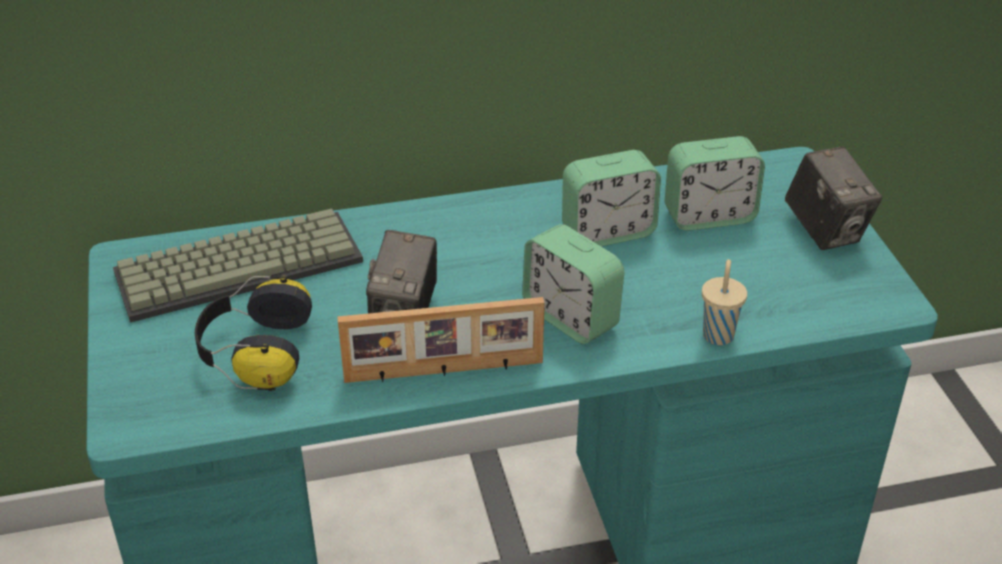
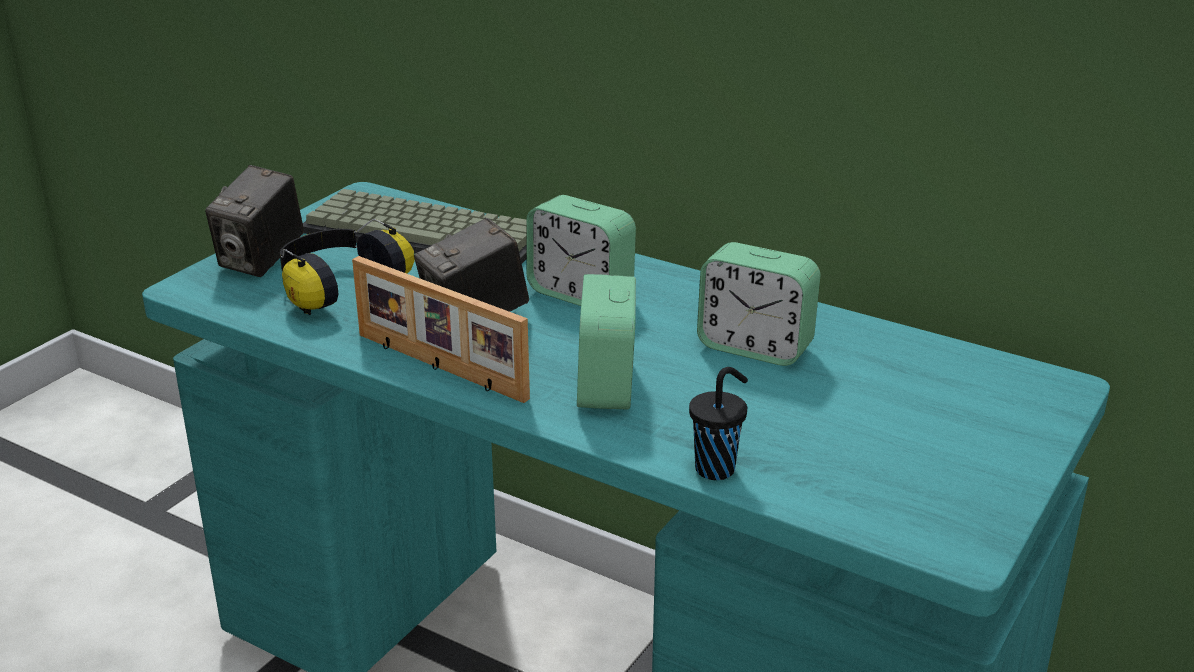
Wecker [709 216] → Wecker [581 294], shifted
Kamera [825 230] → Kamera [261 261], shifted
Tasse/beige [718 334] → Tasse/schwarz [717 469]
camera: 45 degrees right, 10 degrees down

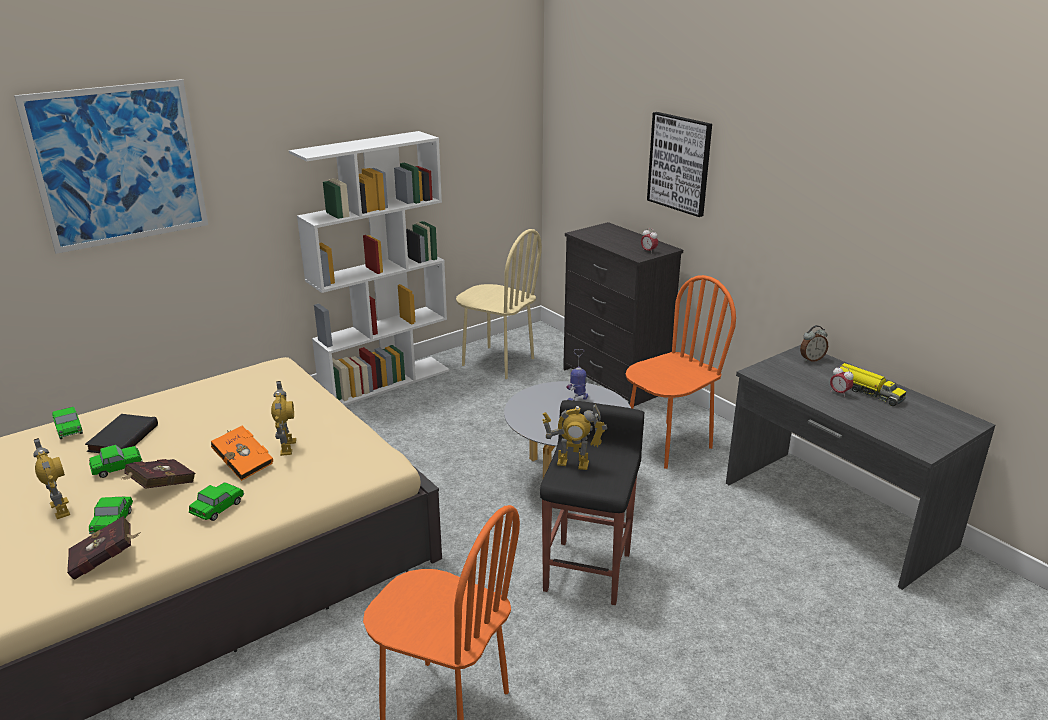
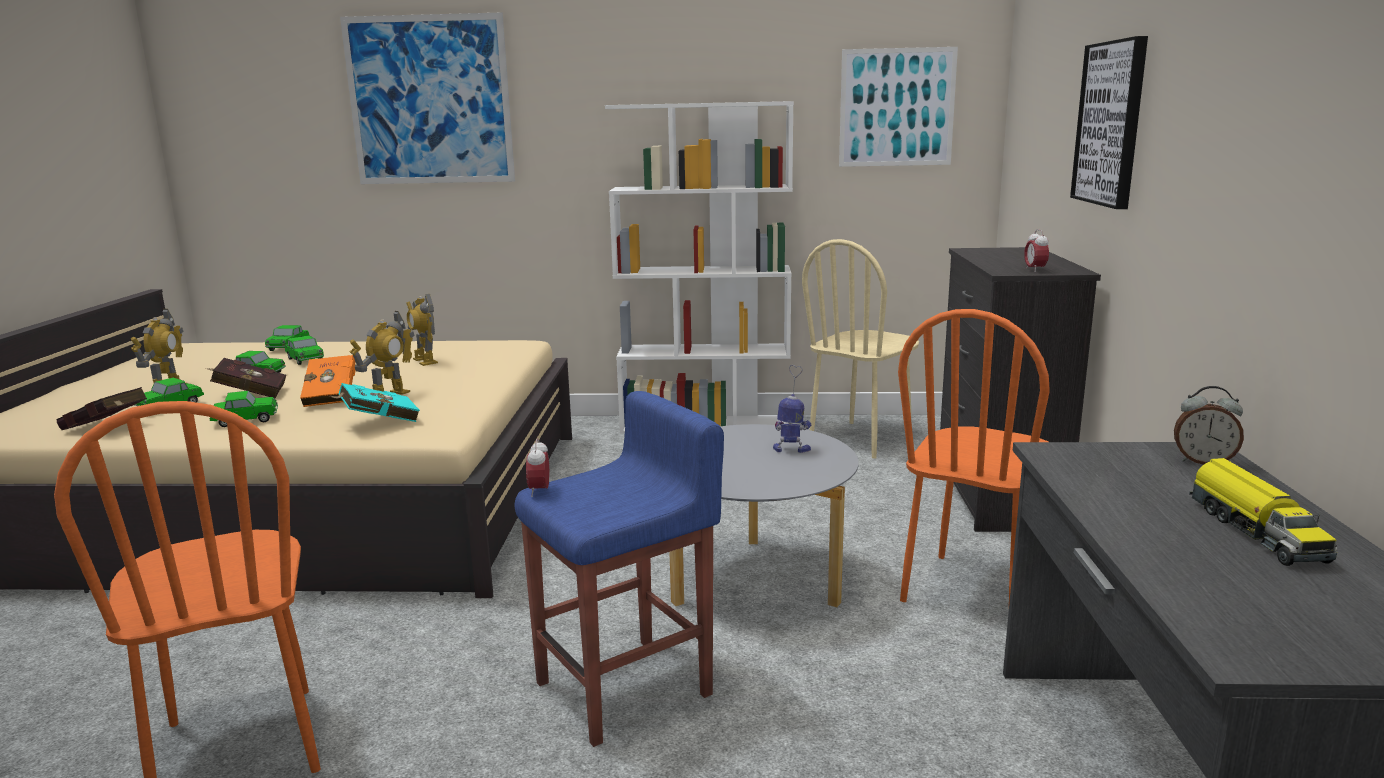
Stuhl/beige [497 362] → Stuhl/beige [861 439], 60 degrees clockwise
Stuhl/orange [667 445] → Stuhl/orange [972 591], 120 degrees clockwise
Wecker [839 393] → Wecker [539 491], shifted
Hocker/schwarz [588 570] → Hocker/blau [626 688]
Spielzeugroboter [573 463] → Spielzeugroboter [425 361], shifted
Buch/schwarz [122 438] → Spielzeugauto [305 360]
- → Bild [897 107]
- → Buch/türkis [377 421]
camera: 40 degrees right, 10 degrees down

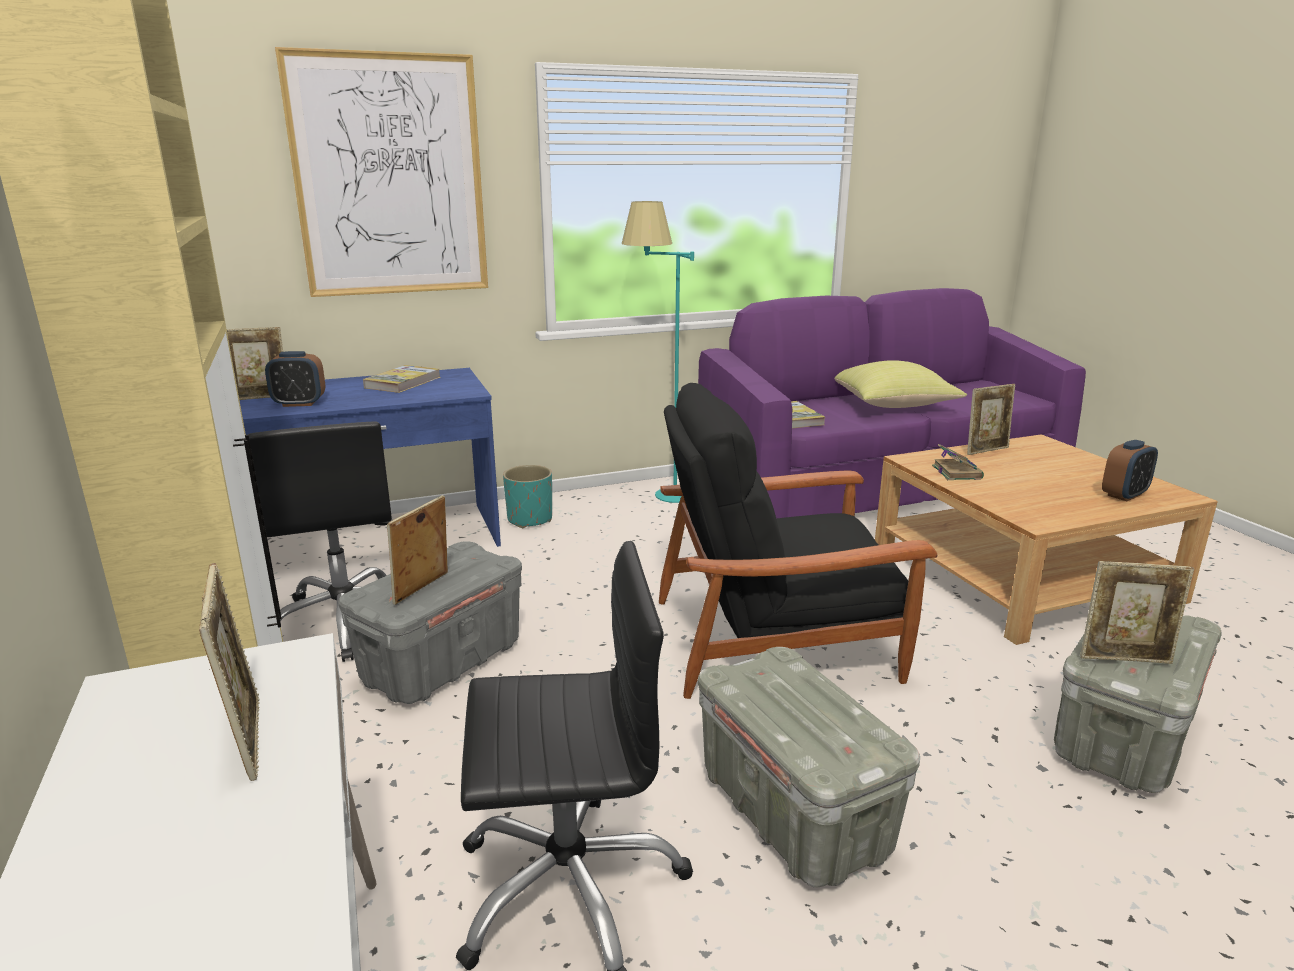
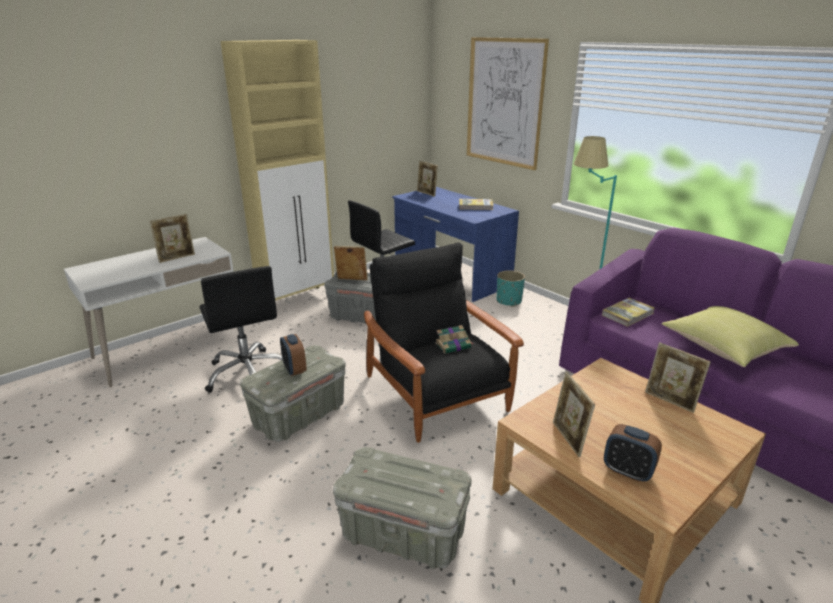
Wecker [299 403] → Wecker [294 369], shifted
Buch [956 472] → Buch [453 345], shifted
Bilderrahmen [1125 658] → Bilderrahmen [568 439], shifted
camera: 70 degrees right, 5 degrees up

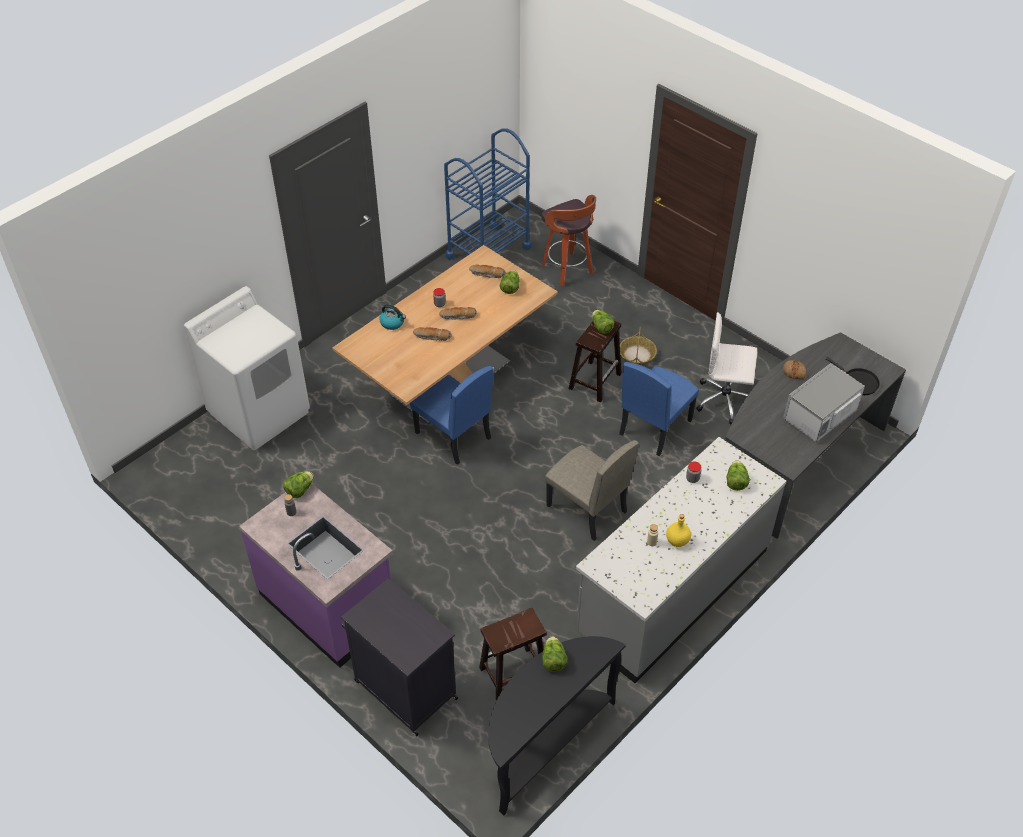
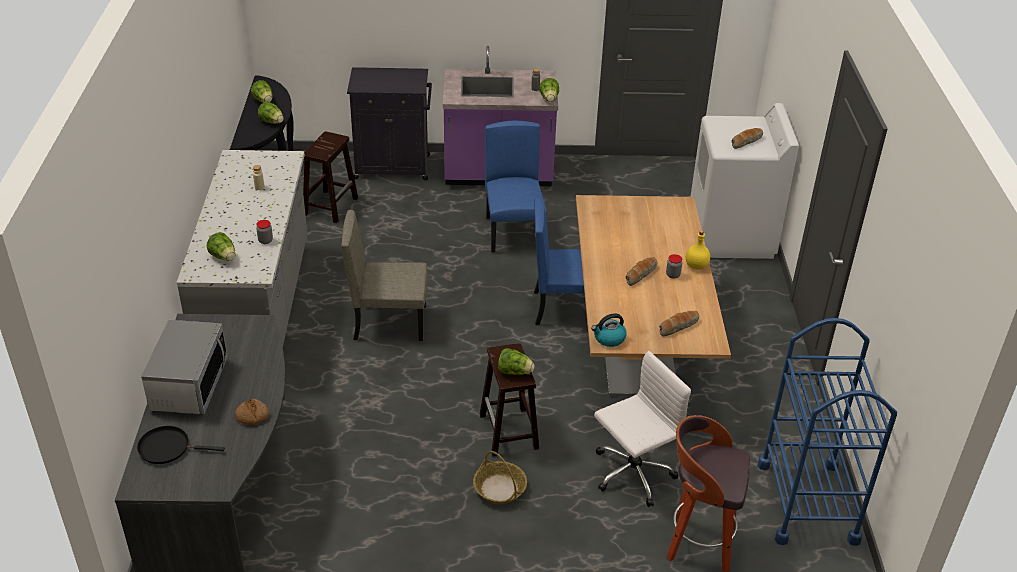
Salatkopf [510 288] → Salatkopf [264 101], shifted
Wasserkessel [392 323] → Wasserkessel [608 338], shifted
Bürostuhl/weiß [725 400] → Bürostuhl/weiß [631 474], shifted
Brot [432 337] → Brot [746 141], shifted
Stuhl/blau [654 427] → Stuhl/blau [514 233], shifted
Flasche/gelb [677 541] → Flasche/gelb [696 266], shifted
camera: 135 degrees right, 10 degrees down

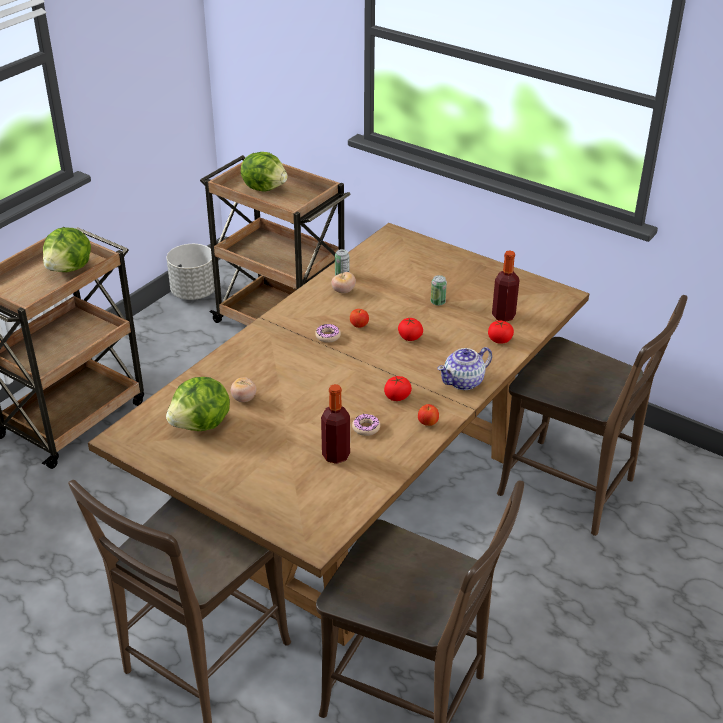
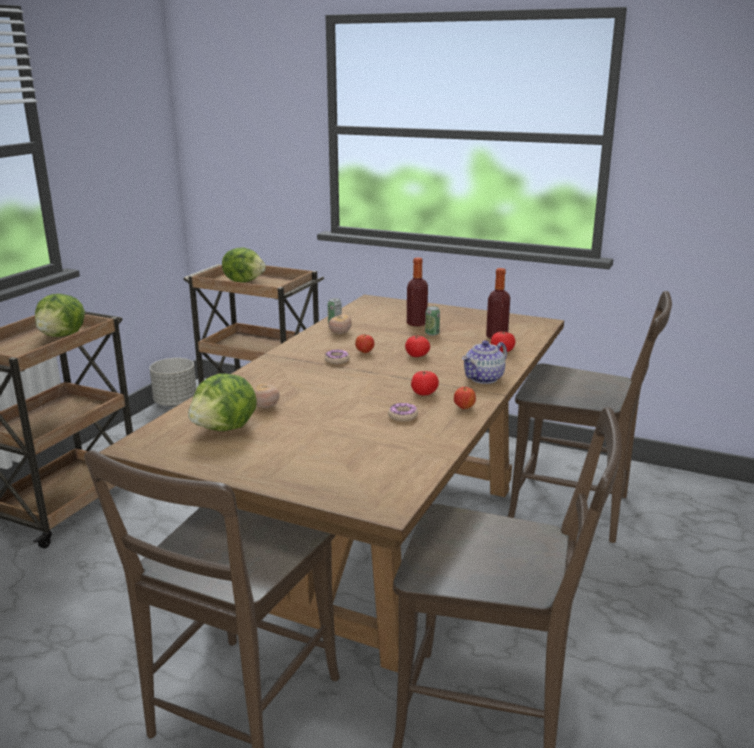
Flasche [336 455] → Flasche [416 323], shifted
camera: 10 degrees left, 15 degrees down

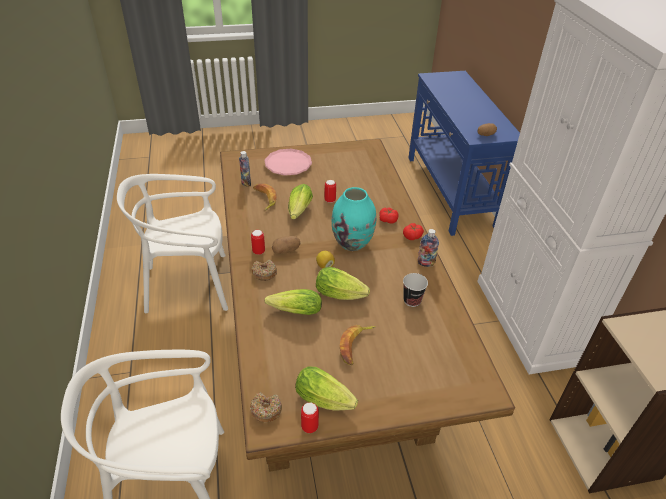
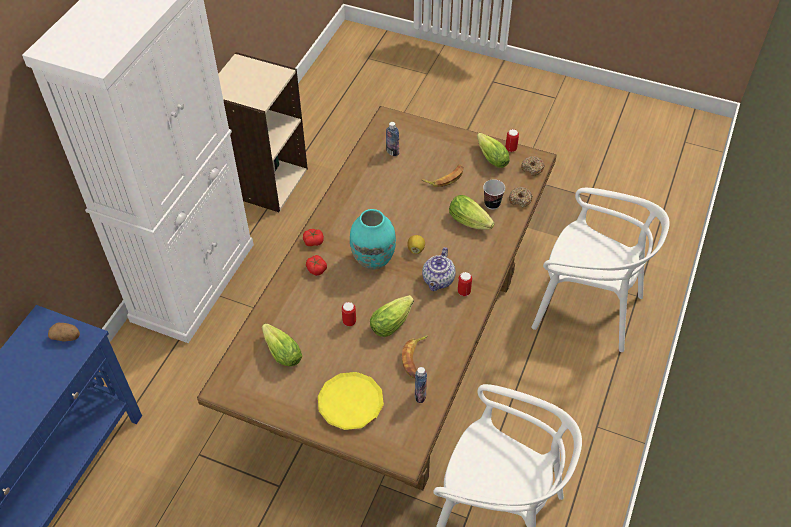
Teller/rosa [288 165] → Teller/gelb [350 403]
Flasche [426 263] → Flasche [392 152], shifted
Kartoffel [286 250] → Teekanne [438 280]
Donut [264 273] → Donut [520 200], shifted
Salatkopf [342 294] → Salatkopf [281 351], shifted
Tasse [412 300] → Tasse [492 204], shifted
camera: 145 degrees left, 10 degrees up

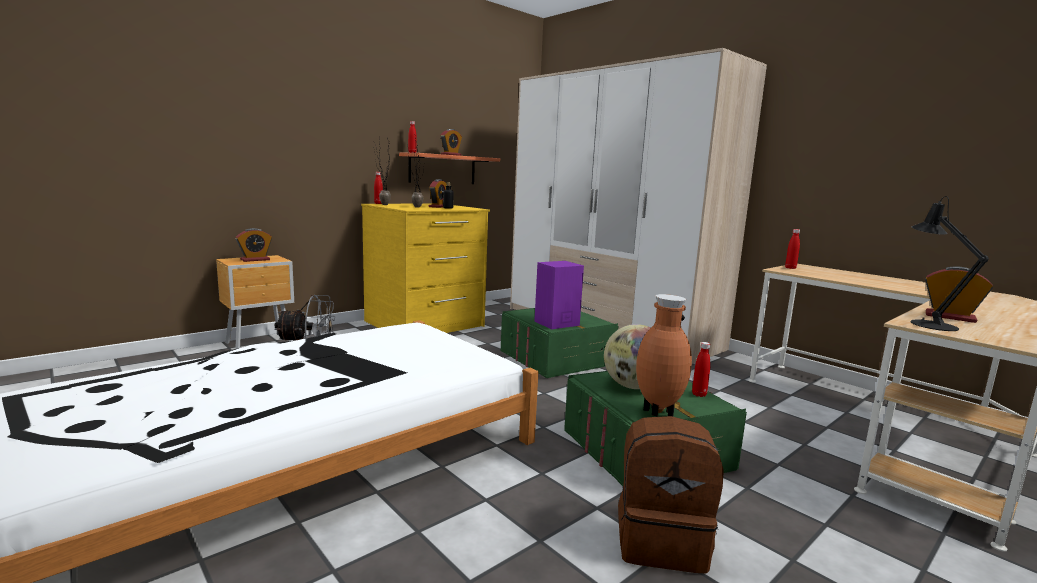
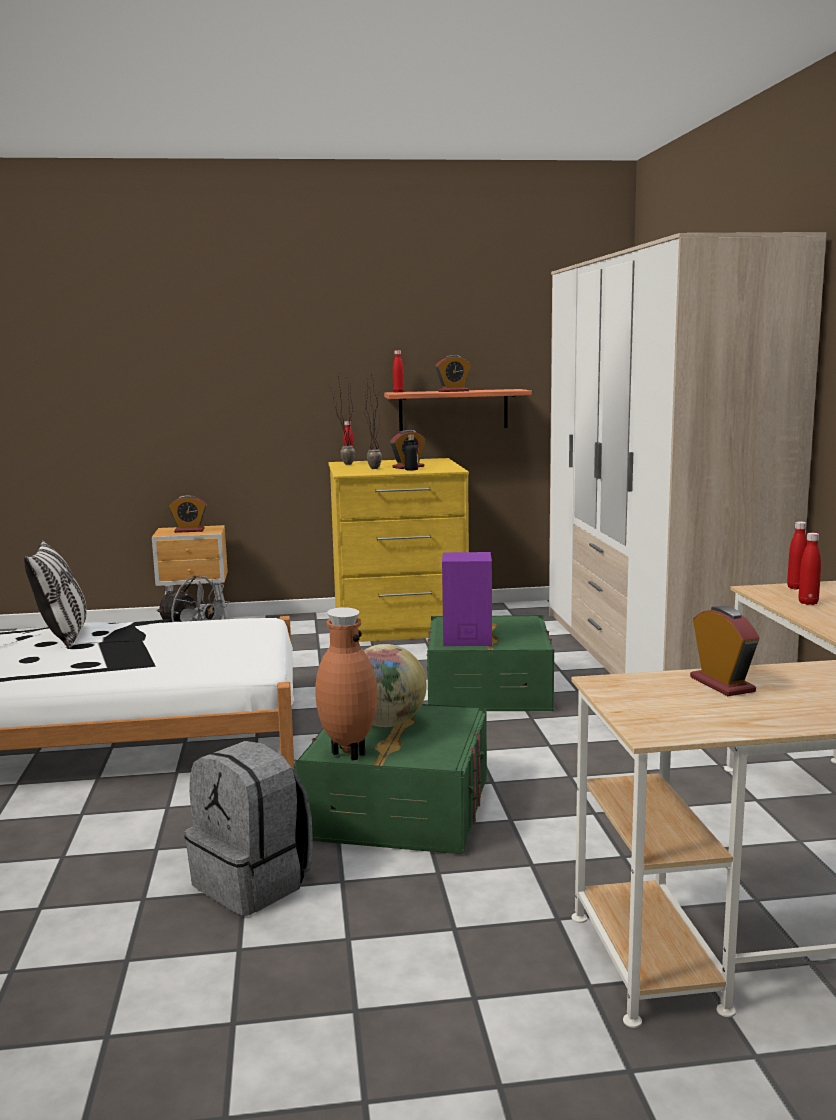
Tischlampe/schwarz [928 323] → -
Flasche/rot [699 394] → Flasche/rot [808 603], shifted
Rucksack/braun [661 541] → Rucksack/grau [254 883]
- → Kissen [63 636]
camera: 35 degrees right, 0 degrees up

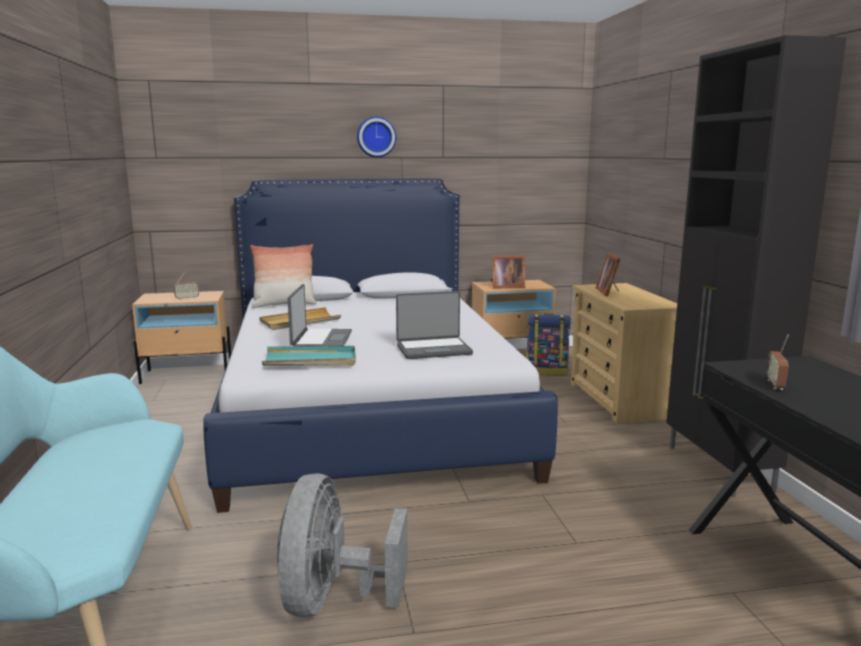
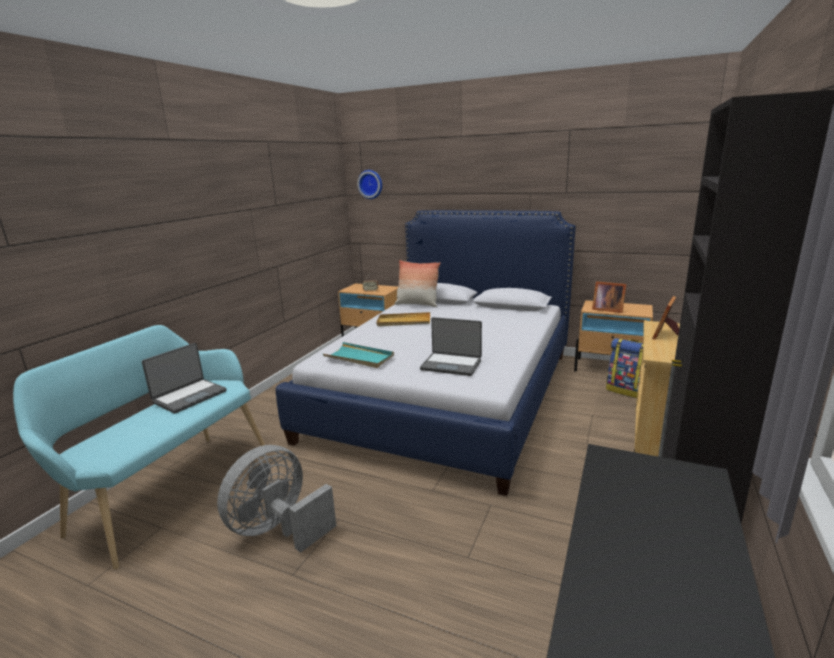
Wanduhr [376 137] → Wanduhr [371 184], shifted
Laptop [320 341] → Laptop [189 396], shifted
Radio [775 385] → -
camera: 35 degrees right, 5 degrees up

